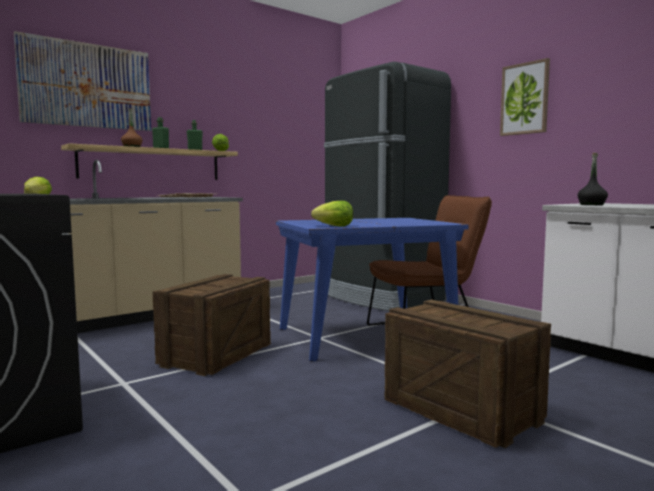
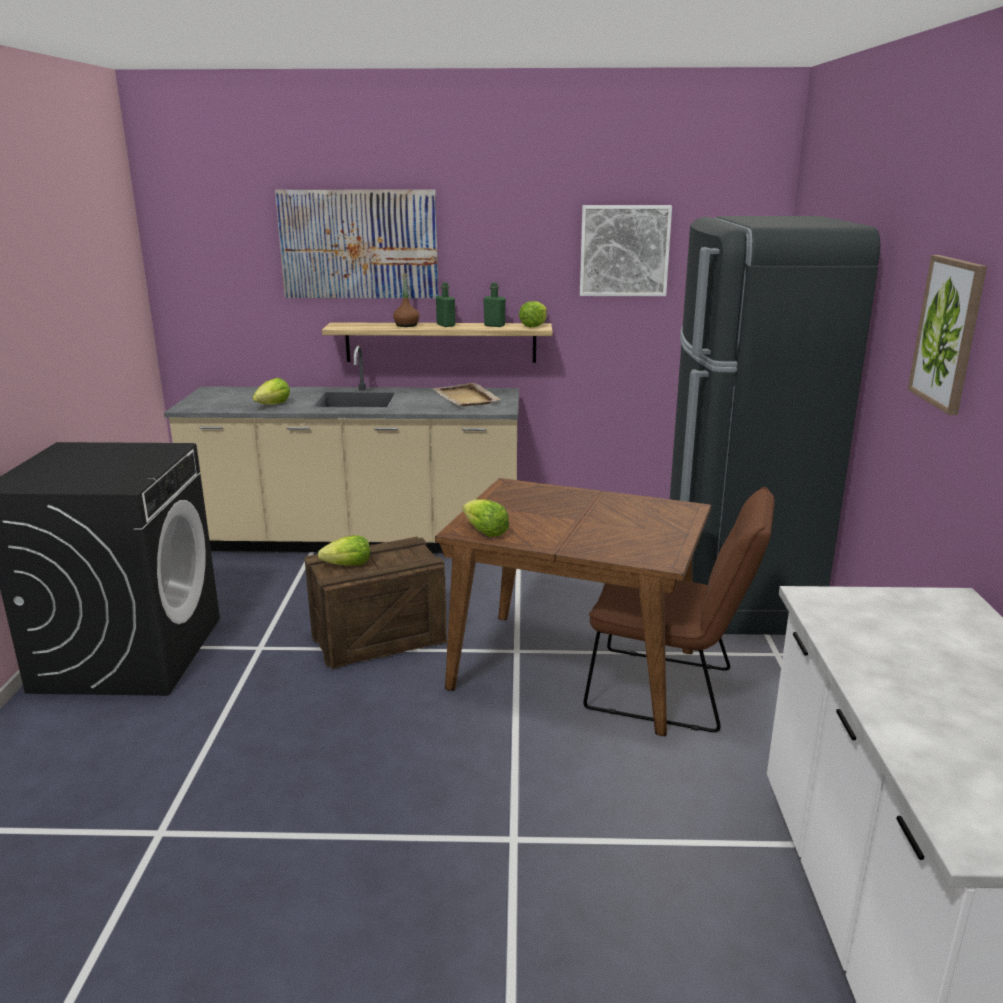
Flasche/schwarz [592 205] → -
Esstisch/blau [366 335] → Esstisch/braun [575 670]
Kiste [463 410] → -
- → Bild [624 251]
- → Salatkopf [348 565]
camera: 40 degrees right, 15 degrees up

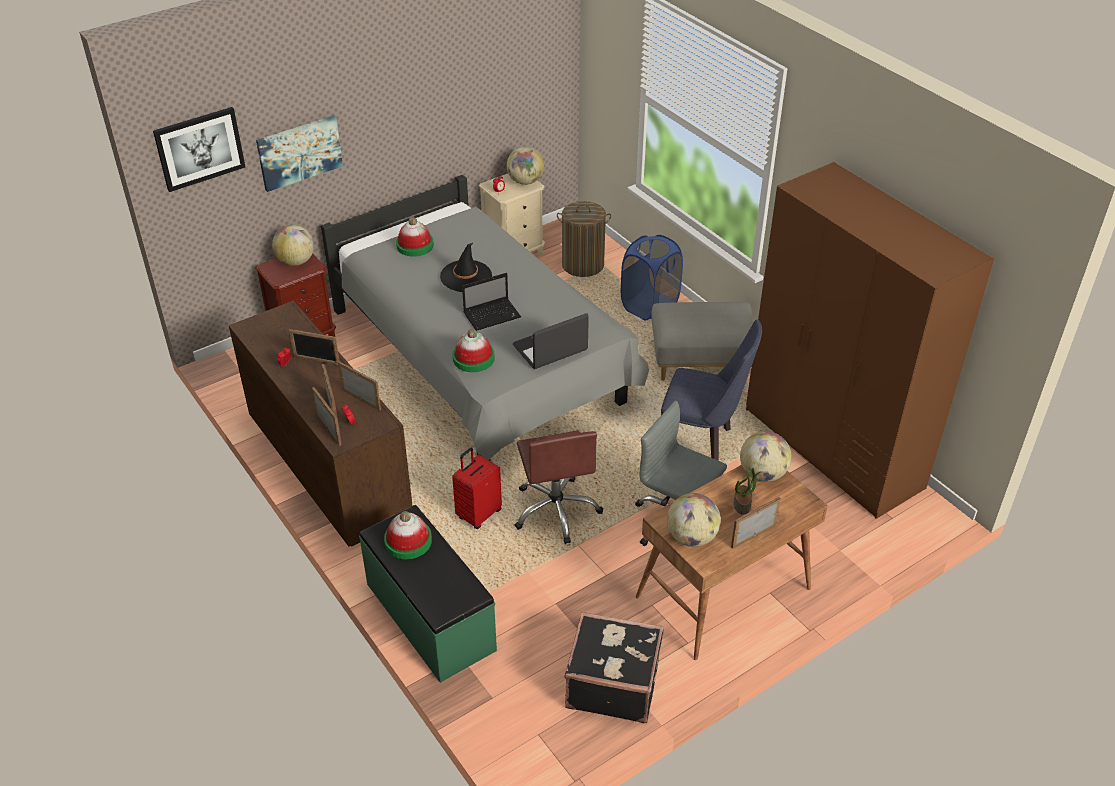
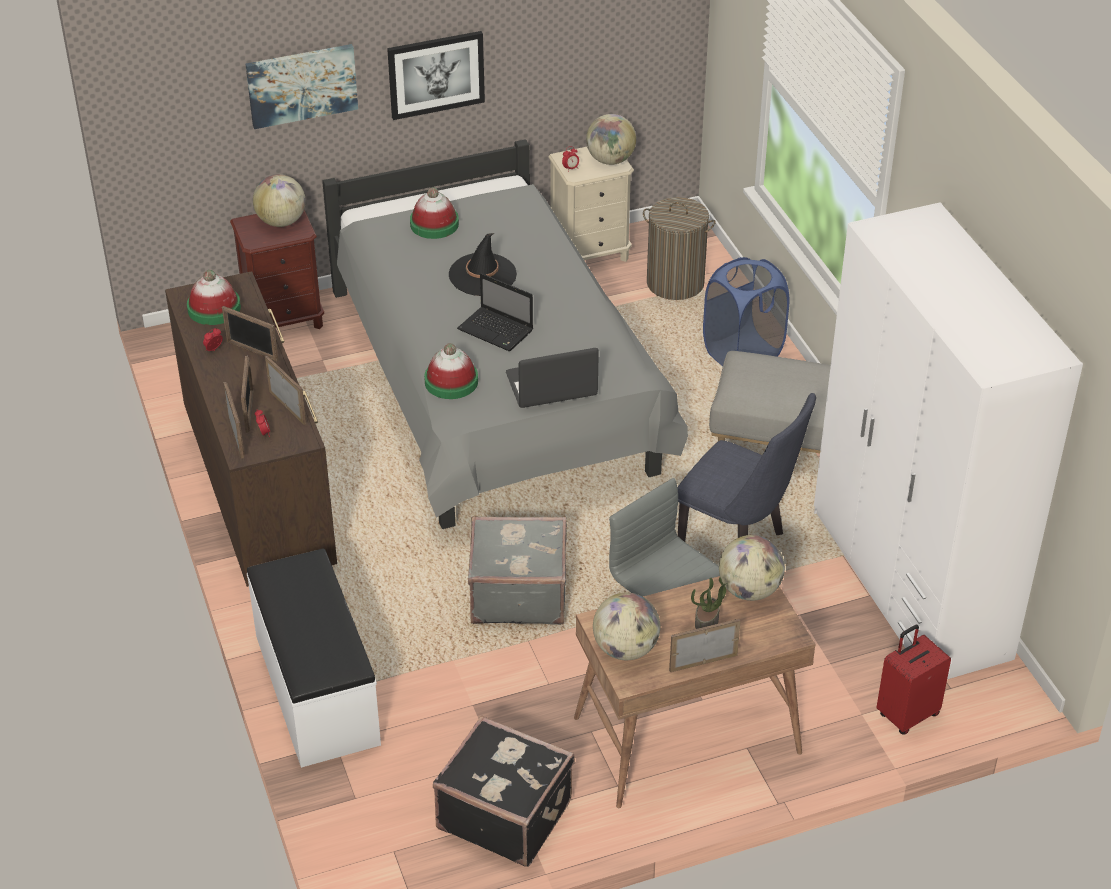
Bild [199 148] → Bild [436 74], shifted
Kleiderschrank/braun [832 449] → Kleiderschrank/weiß [909 584]
Laptop [493 315] → Laptop [497 330], 45 degrees clockwise
Bürostuhl/braun [556 510] → Koffer/grau [517 593]
Koffer/rot [478 514] → Koffer/rot [906 714], shifted
Bank/grün [429 617] → Bank/weiß [315 689]
Hut [408 541] → Hut [214 308], shifted
camera: 15 degrees right, 0 degrees up

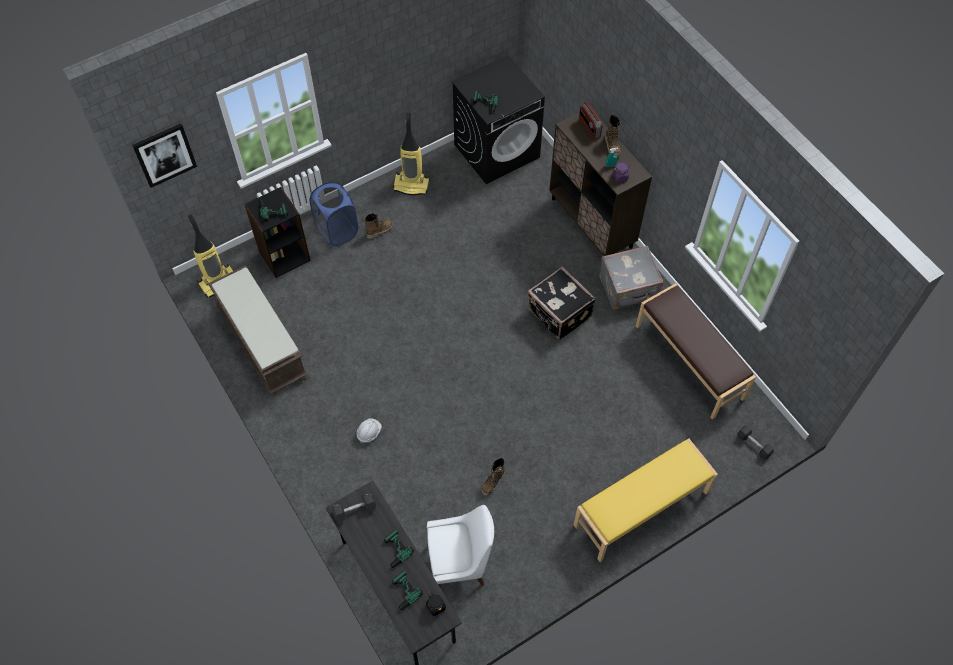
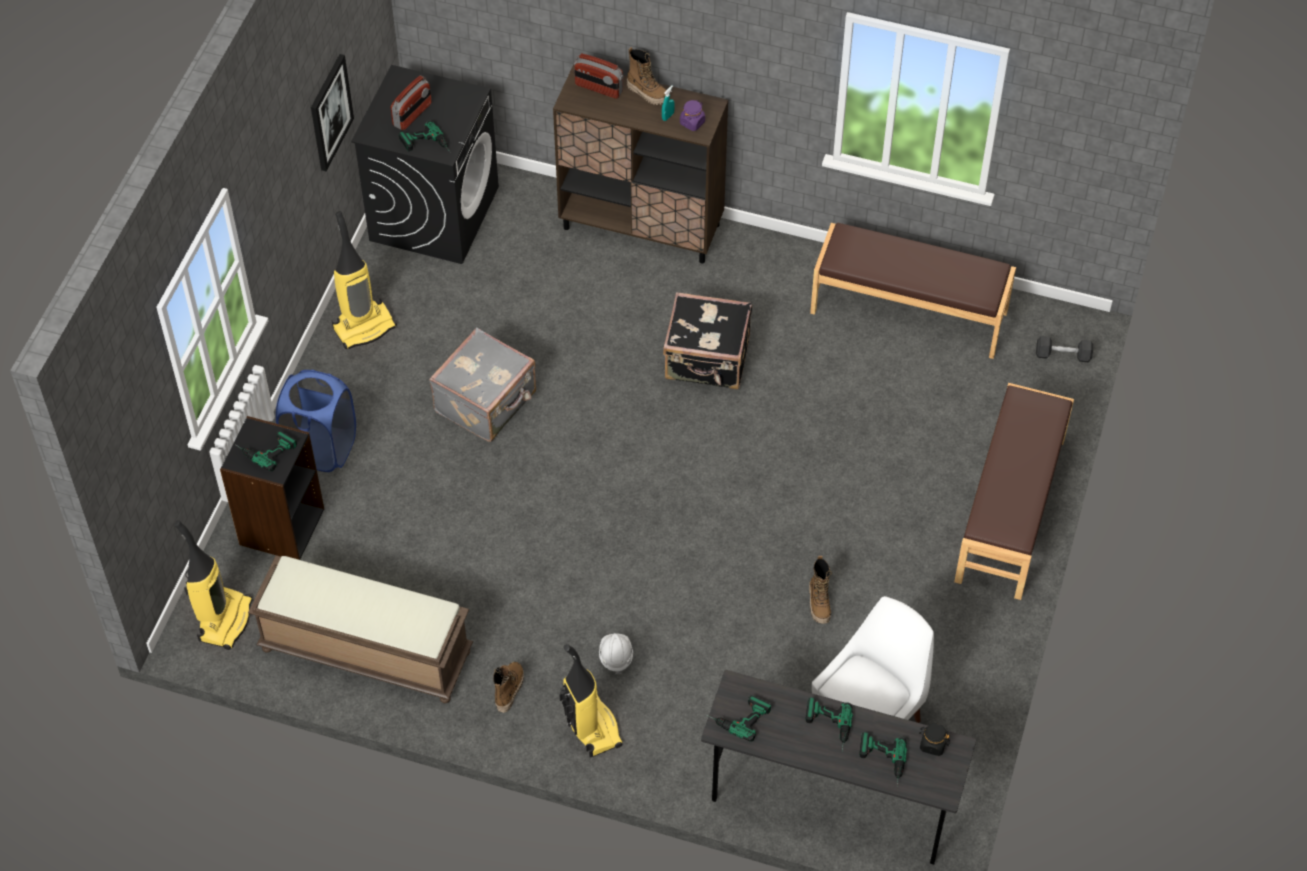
Bild [164 155] → Bild [330 112], shifted
Stiefel [379 231] → Stiefel [509 689], shifted
Koffer/grau [629 289] → Koffer/grau [487 403], shifted
Bank/gelb [641 509] → Bank/braun [1011 510]
Hantel/schwarz [354 510] → Bohrmaschine [737 716]
- → Radio [412 115]
- → Staubsauger [591 727]
camera: 40 degrees left, 5 degrees down

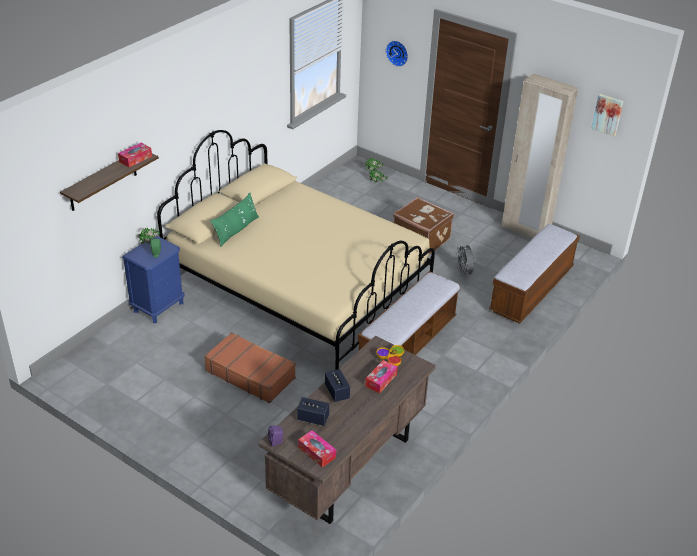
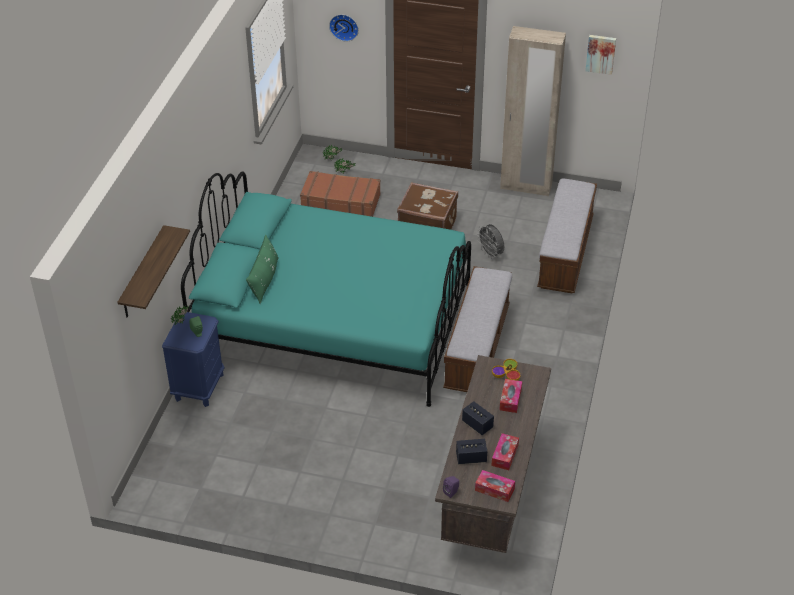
Bett/beige [298 290] → Bett/türkis [335 322]
Taschentuchbox [135 159] → Taschentuchbox [505 455], shifted
Koffer/braun [250 374] → Koffer/braun [340 201], shifted
camera: 20 degrees left, 5 degrees up

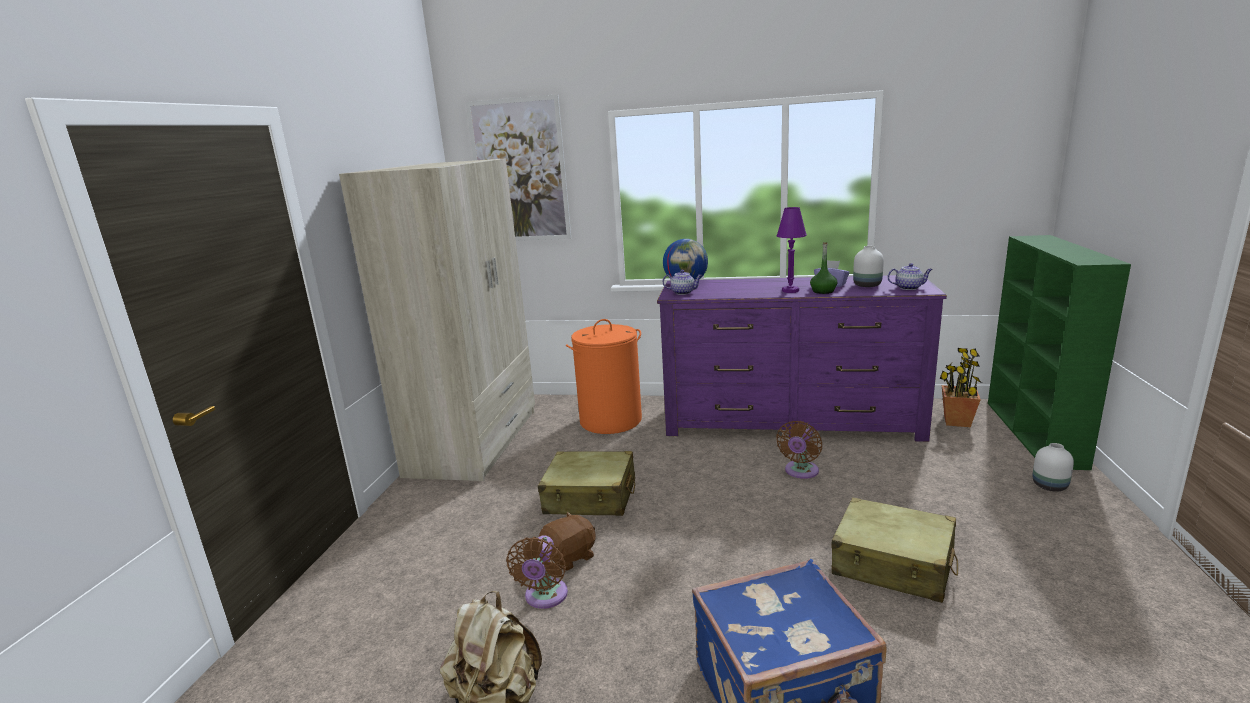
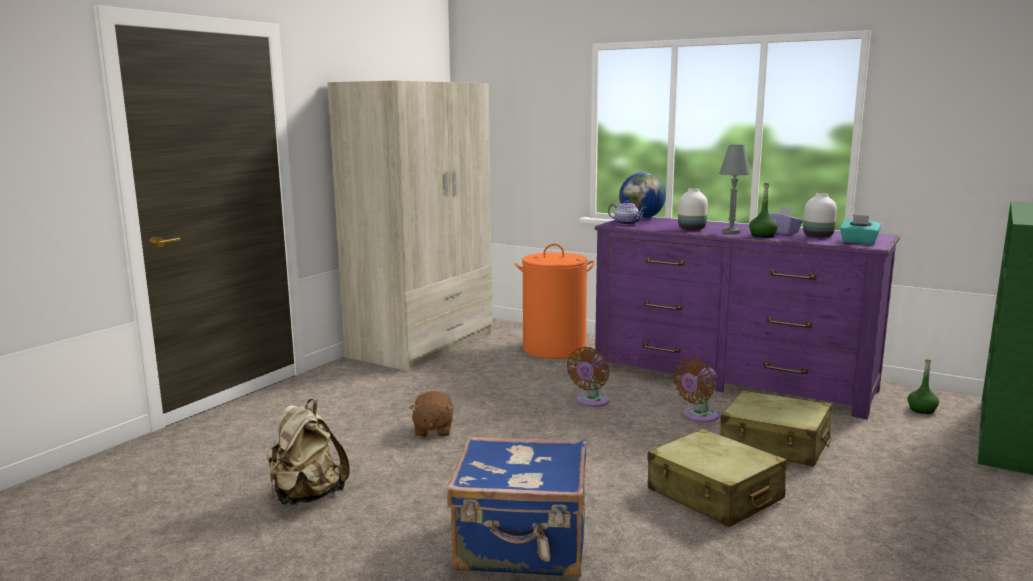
Bild [520 171] → -
Tischlampe/lila [790 290] → Tischlampe/grau [731 232]
Teekanne [909 288] → Taschentuchbox/türkis [858 242]
Topfpflanze [957 422] → Flasche/grün [922 410]
Vase/weiß [1049 486] → Vase/weiß [691 229], shifted
Koffer/beige [590 497] → Koffer/beige [775 444], shifted
Plüschtier/braun [570 557] → Plüschtier/braun [432 430], 105 degrees clockwise
Ventilator/braun [545 597] → Ventilator/braun [591 402], shifted
camera: 20 degrees right, 5 degrees down

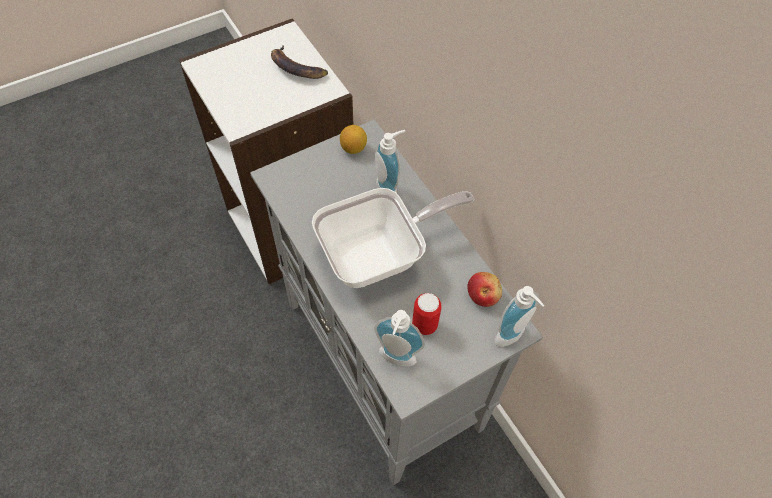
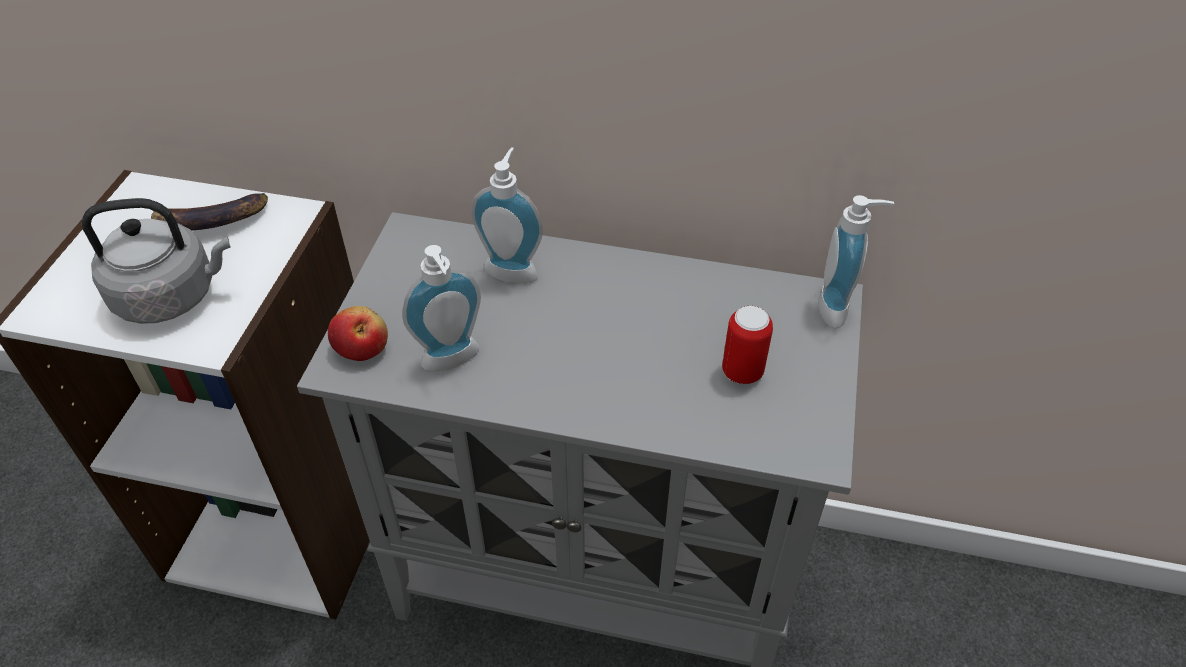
Zitrone [353 148] → -
Pfanne [380 255] → -
Apfel [483 295] → Apfel [362 348], shifted
Seifenspender [396 360] → Seifenspender [453 362], shifted
- → Wasserkessel/grau [172 296]
camera: 45 degrees left, 10 degrees down

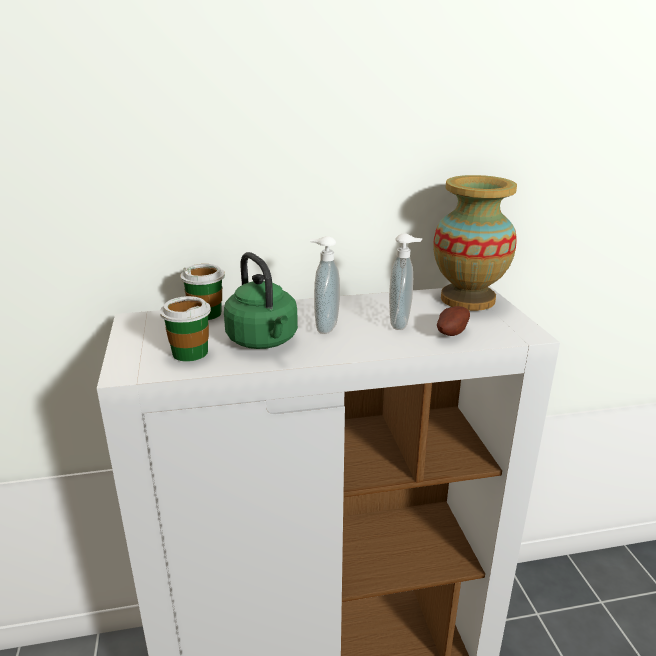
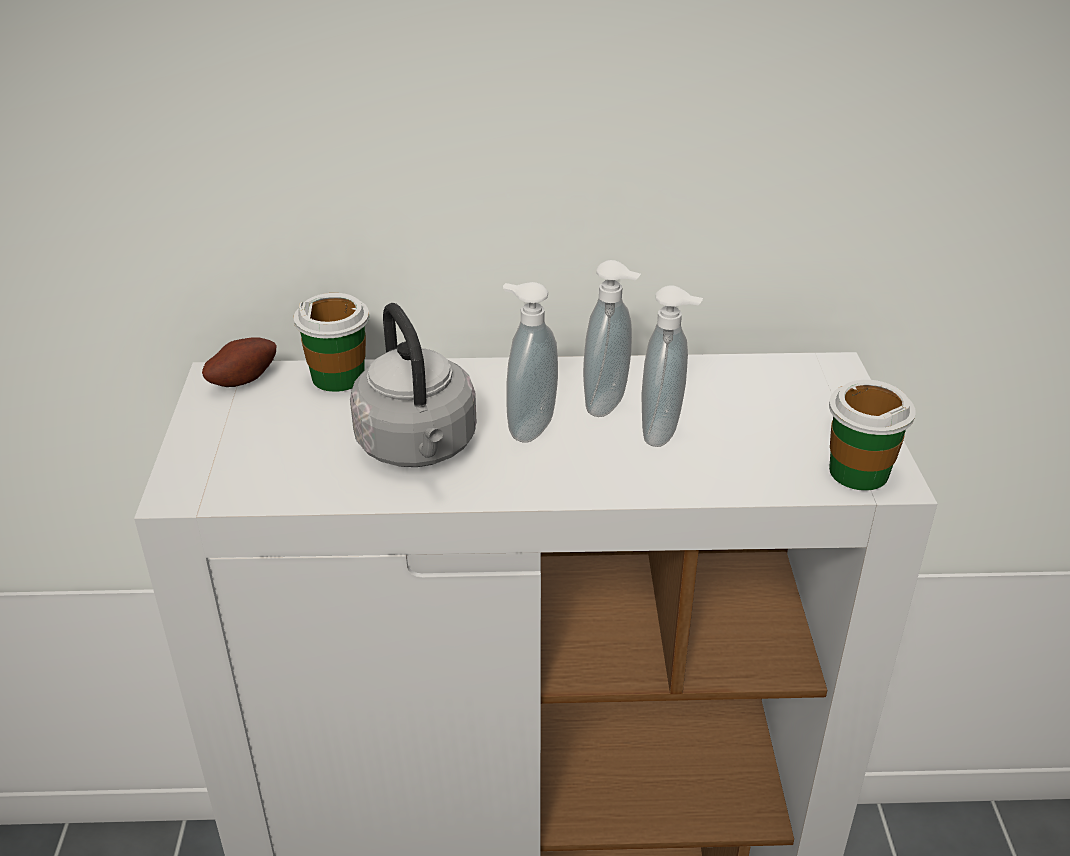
Vase [468 299] → -
Wasserkessel/grün [264 341] → Wasserkessel/grau [418 448]
Tasse [190 352] → Tasse [858 471], shifted
Kartoffel [450 332] → Kartoffel [242 379], shifted
- → Seifenspender [609 404]
camera: 10 degrees right, 10 degrees up

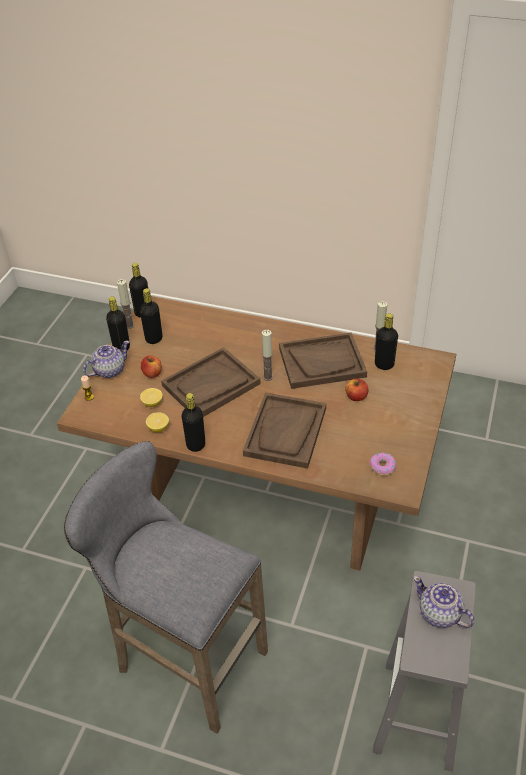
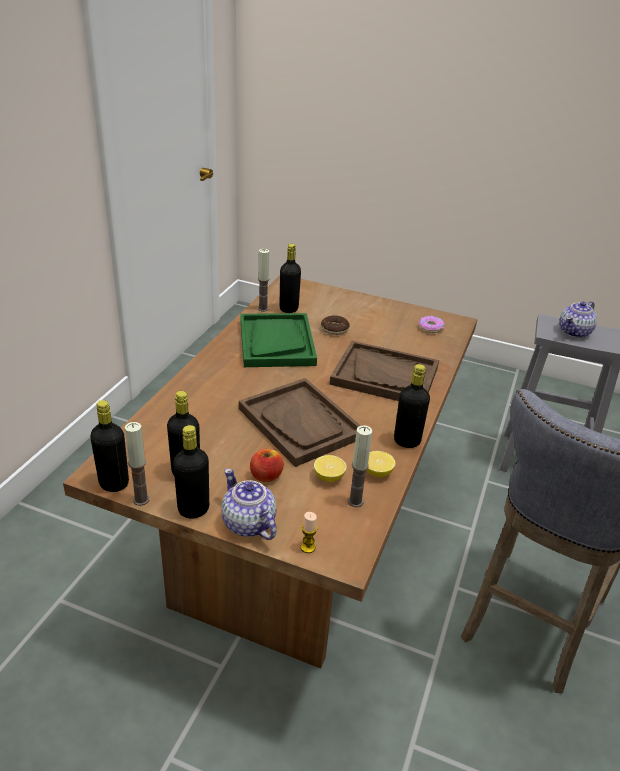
Kerze [268 377] → Kerze [355 501], shifted
Tablett/braun [322 362] → Tablett/grün [276 342]
Apfel [356 397] → Donut [334 329]
camera: 90 degrees left, 10 degrees down

